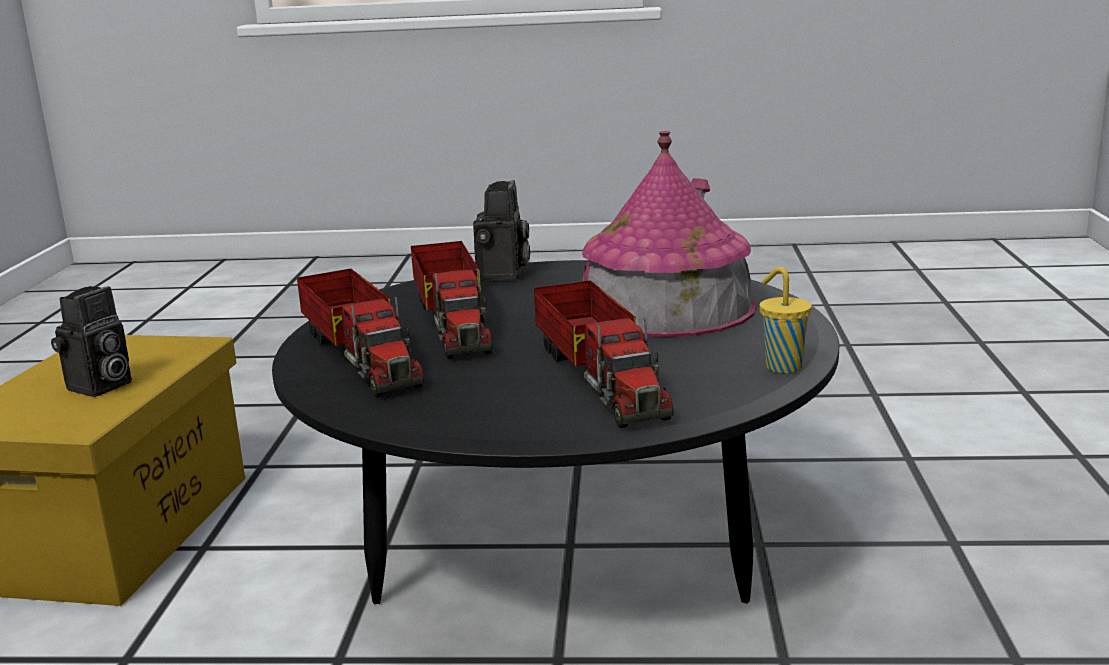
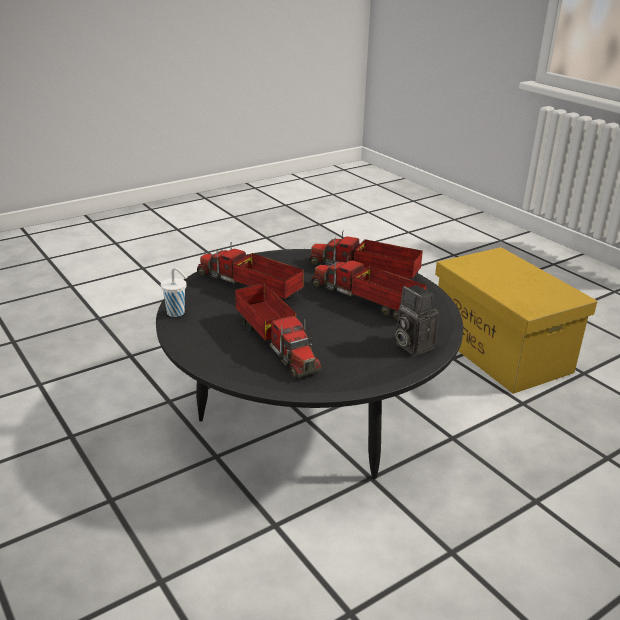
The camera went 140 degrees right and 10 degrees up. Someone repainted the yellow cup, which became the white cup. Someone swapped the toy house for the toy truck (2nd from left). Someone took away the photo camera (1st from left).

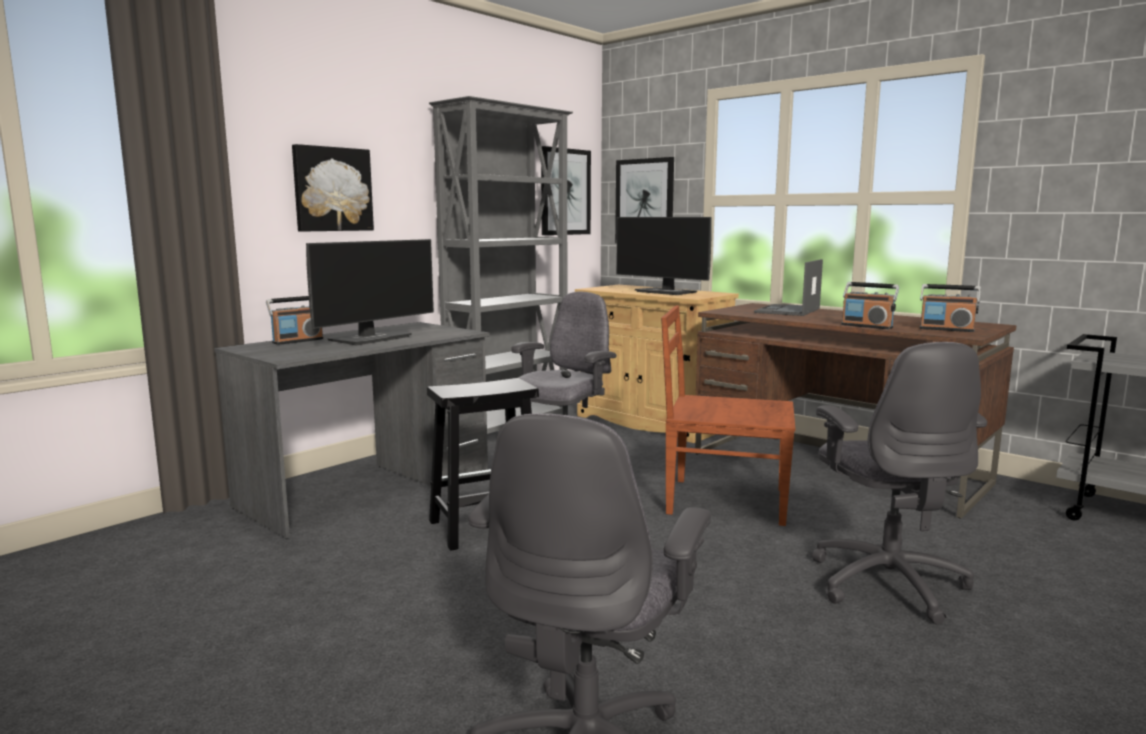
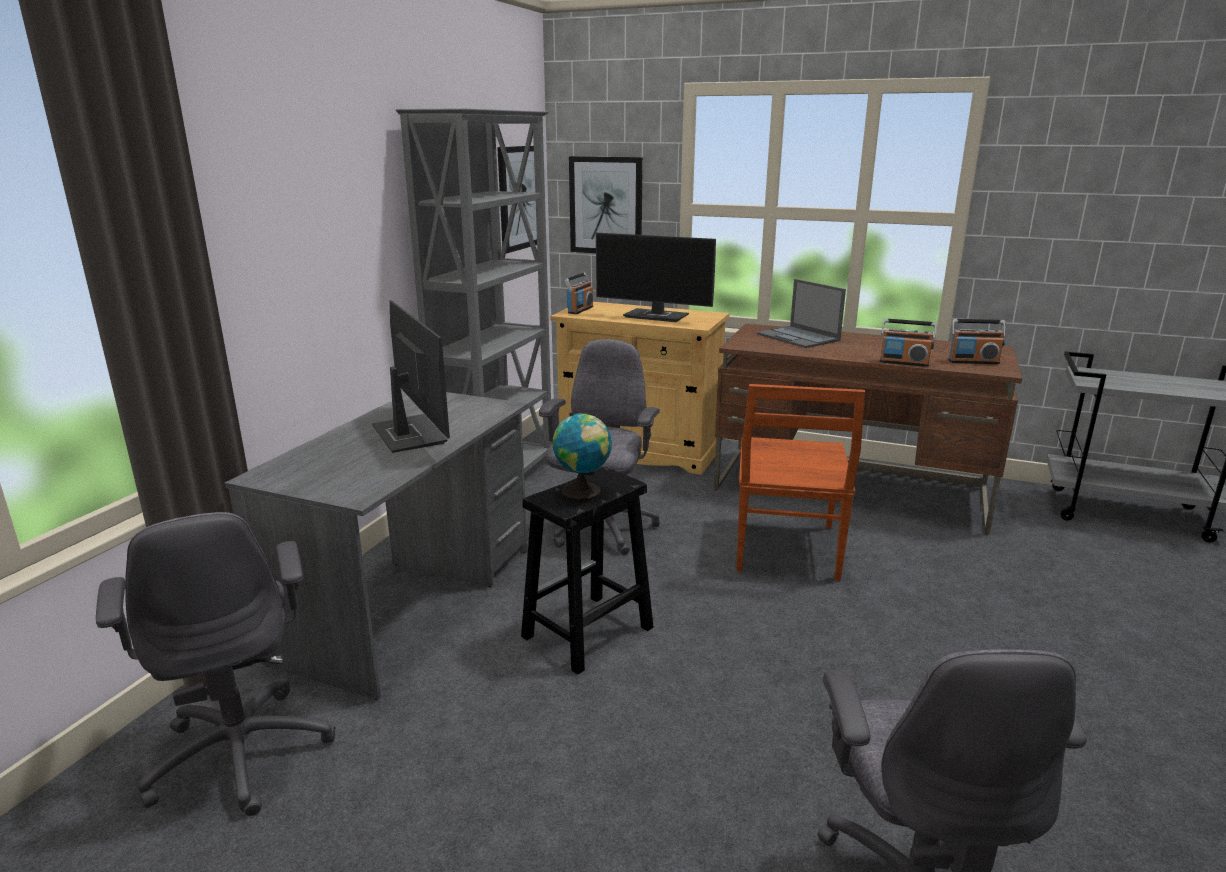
The camera went 20 degrees left and 10 degrees up. Someone carried the grey office chair (3rd from left in the first image). Someone rotated the monitor (1st from left) by 45 degrees counterclockwise. Someone put down the globe. Someone carried the radio (1st from left). Someone rotated the brown chair by 75 degrees counterclockwise. Someone rotated the laptop by 45 degrees counterclockwise. Someone took away the picture (1st from left).

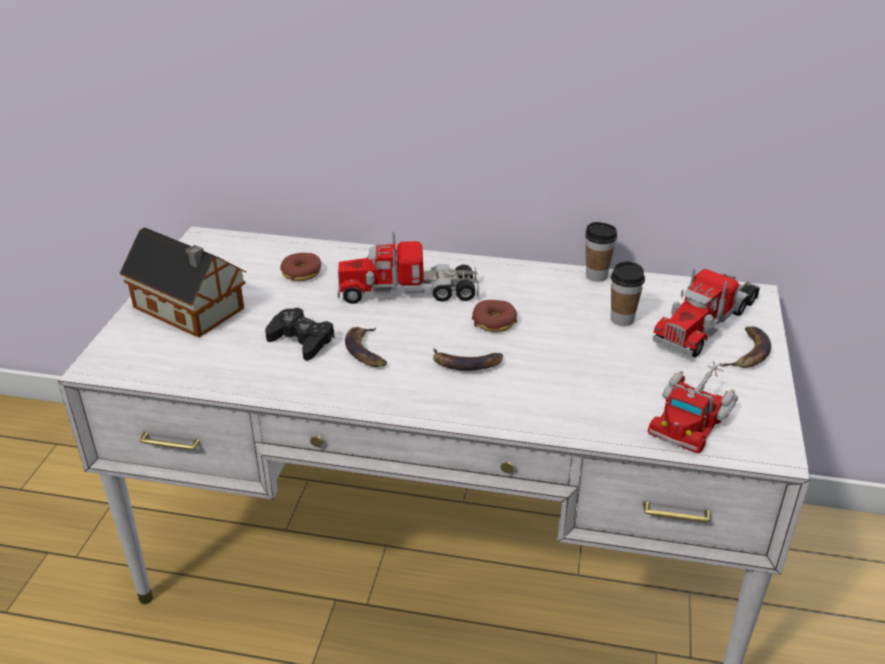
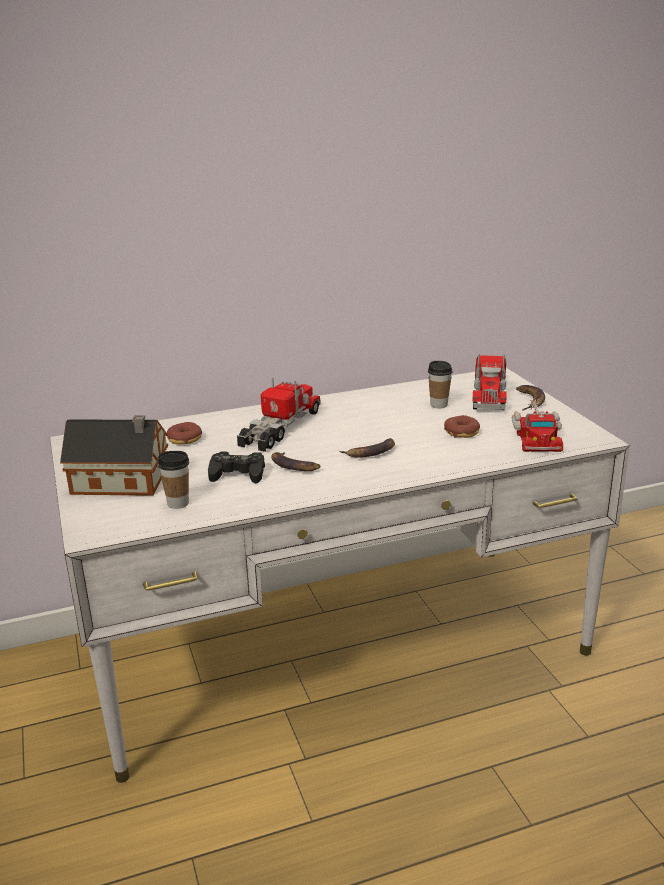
The camera went 30 degrees left and 10 degrees down. Someone carried the cup (1st from left). Someone rotated the toy truck (1st from left) by 150 degrees clockwise. Someone carried the donut (2nd from left).

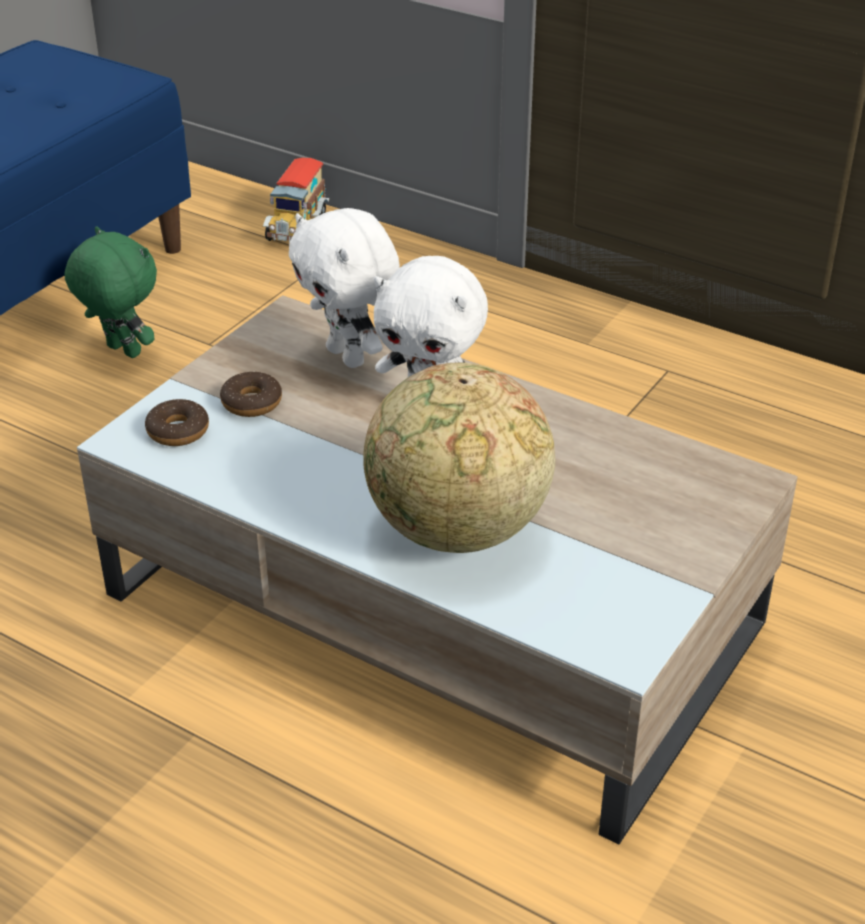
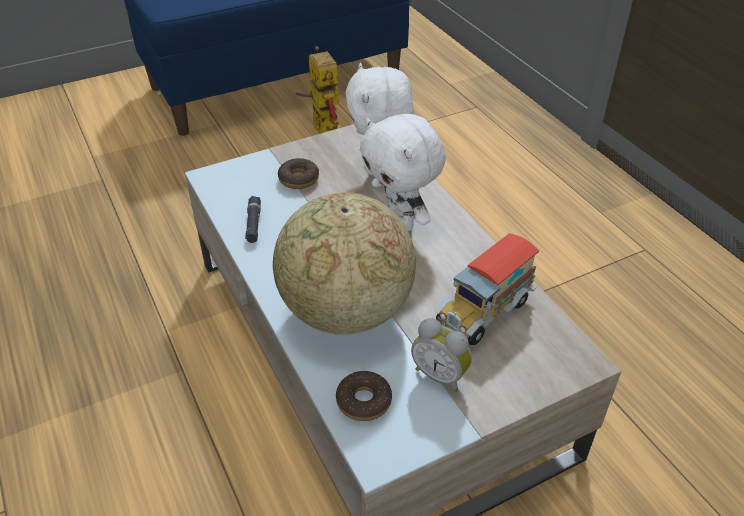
The camera went 30 degrees right and 5 degrees up. Someone put down the black flashlight. Someone swapped the green plush toy for the toy robot. Someone carried the donut (1st from left in the first image). Someone put down the alarm clock. Someone carried the toy truck.

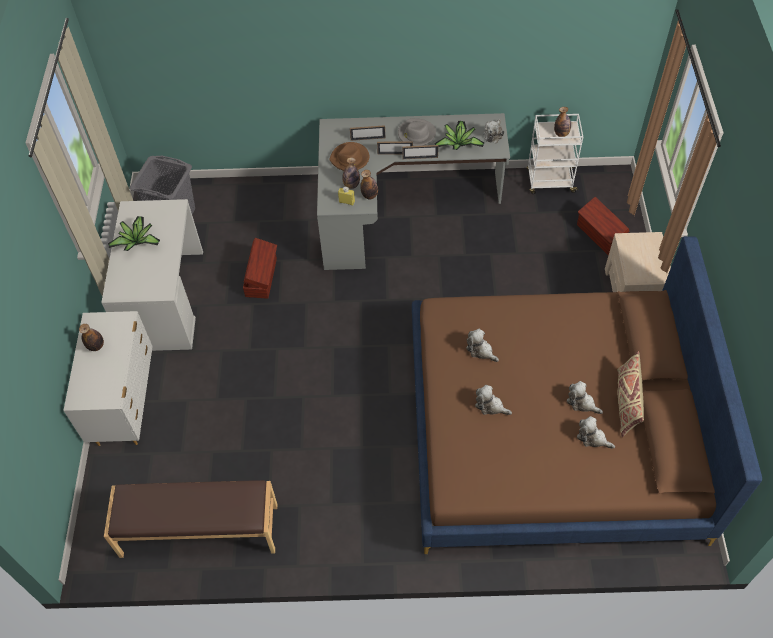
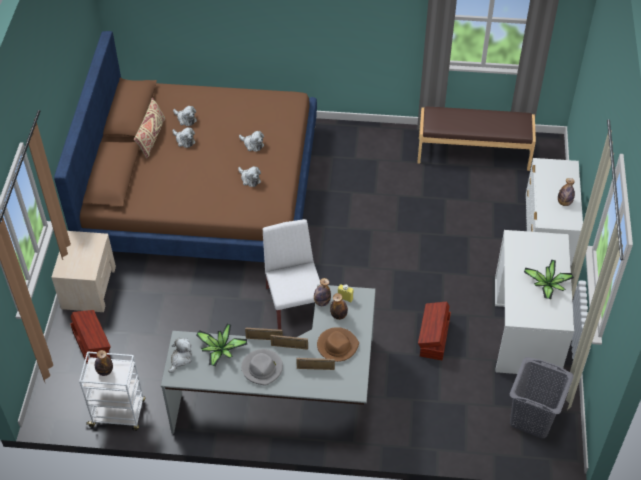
The camera went 175 degrees left and 5 degrees down. Someone put down the white chair.

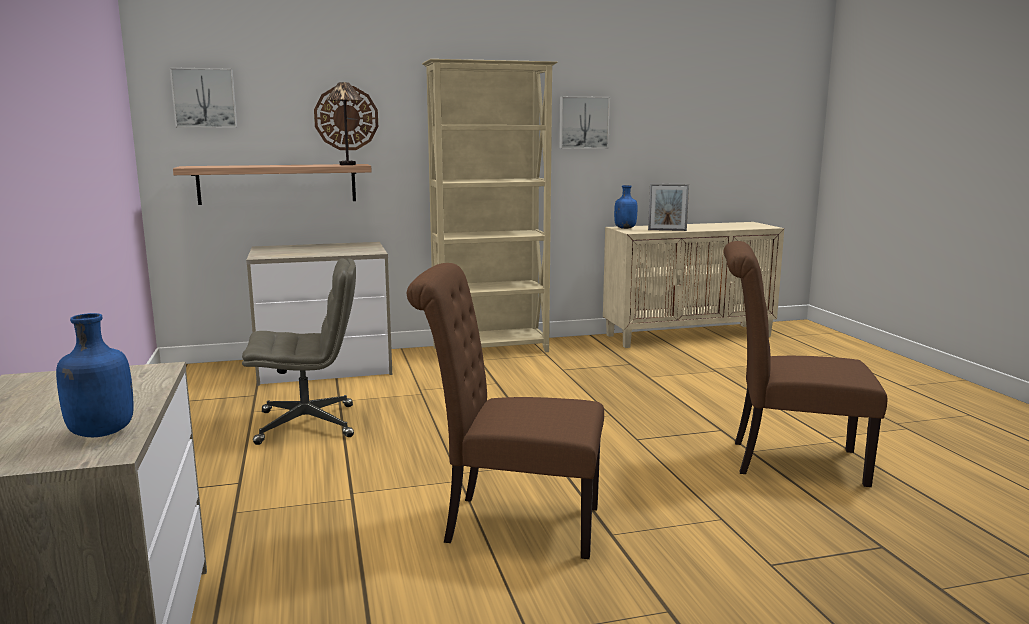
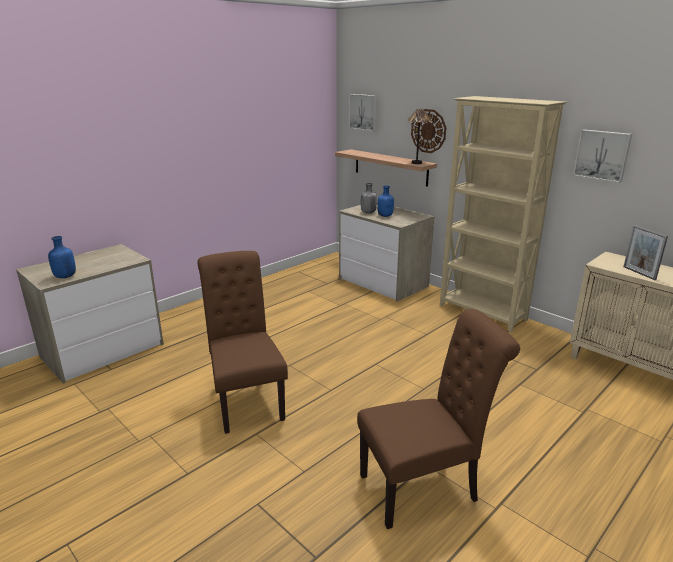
The camera went 60 degrees right and 10 degrees up. Someone rotated the brown chair (2nd from left) by 90 degrees clockwise. Someone put down the grey bottle. Someone carried the blue bottle (2nd from left). Someone took away the grey office chair.

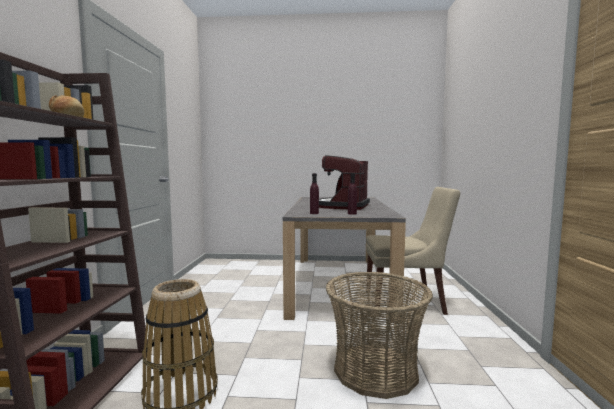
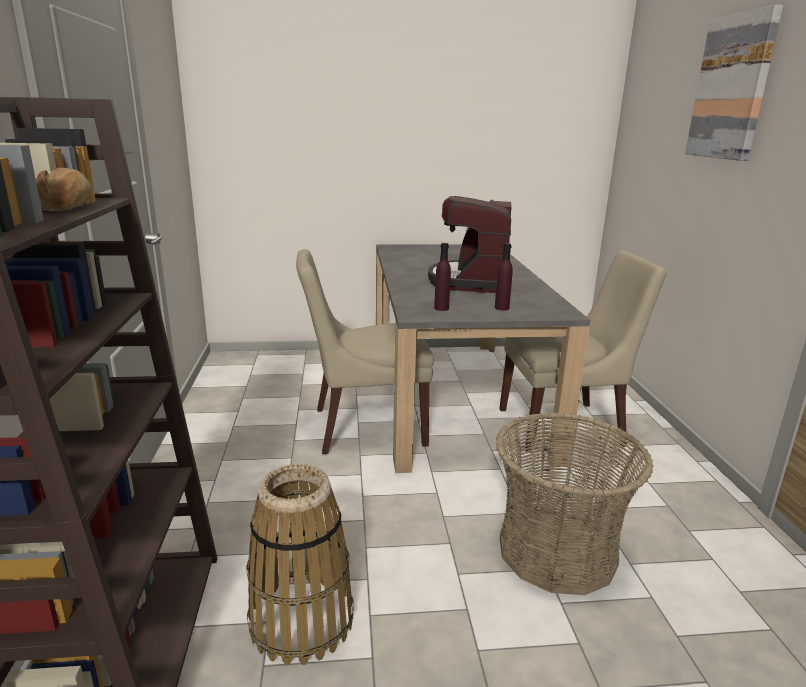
The camera went 10 degrees left and 15 degrees up. Someone put down the beige chair (1st from left). Someone put up the picture.

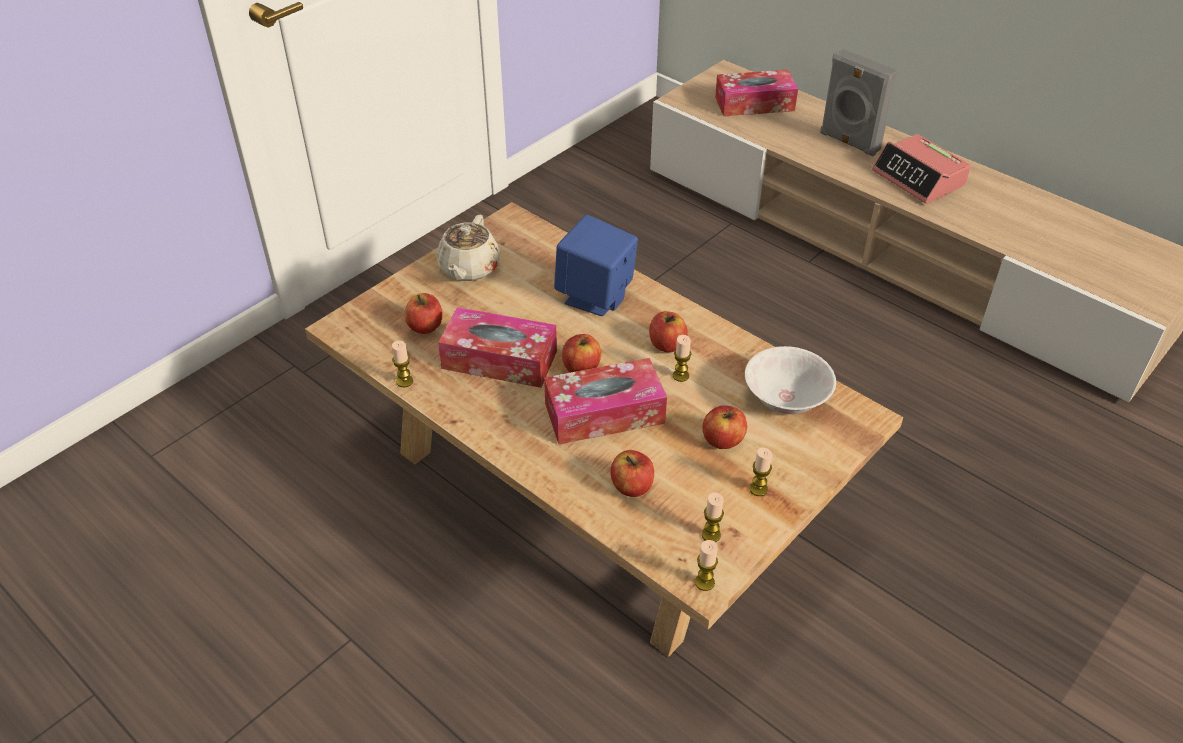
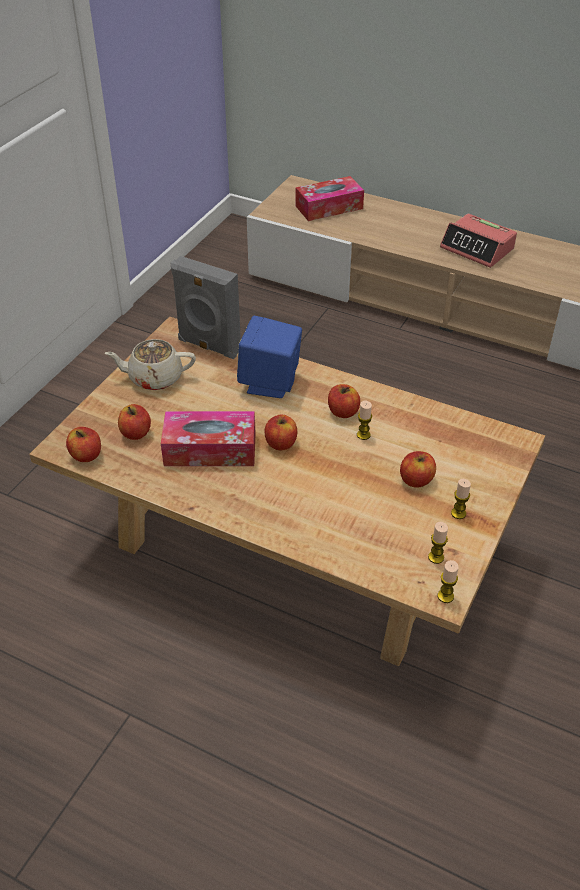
The camera went 15 degrees left and 0 degrees up. Someone carried the apple (3rd from left in the first image). Someone rotated the beige teapot by 90 degrees clockwise. Someone carried the grey speaker. Someone took away the candle (1st from left). Someone took away the tissue box (2nd from left). Someone took away the white bowl.

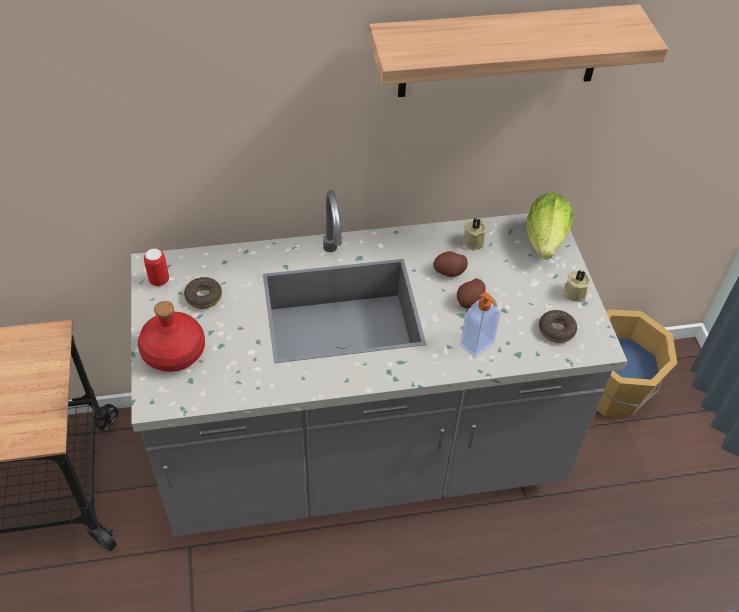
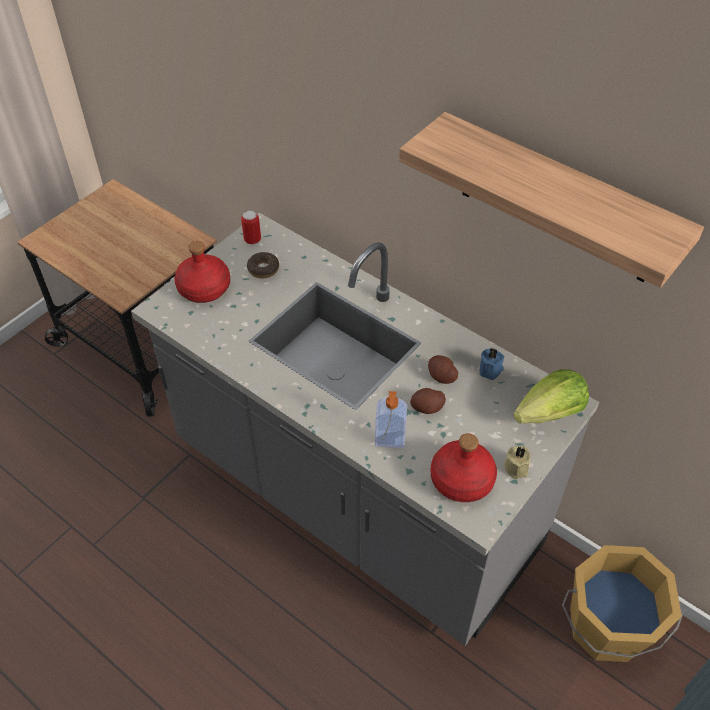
The camera went 50 degrees right and 0 degrees up. Someone swapped the donut (2nd from left) for the red bottle (2nd from left). Someone repainted the beige candle (1st from left), which became the blue candle.

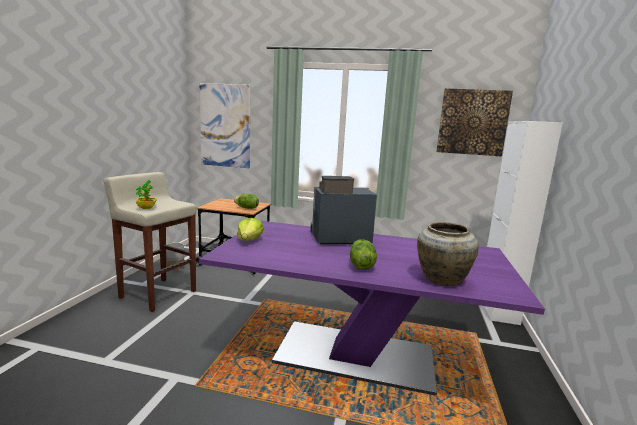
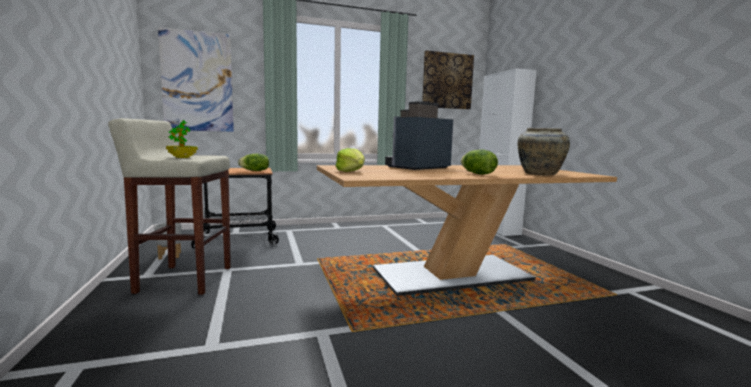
The camera went 30 degrees left and 5 degrees down. Someone repainted the purple dining table, which became the beige dining table.

